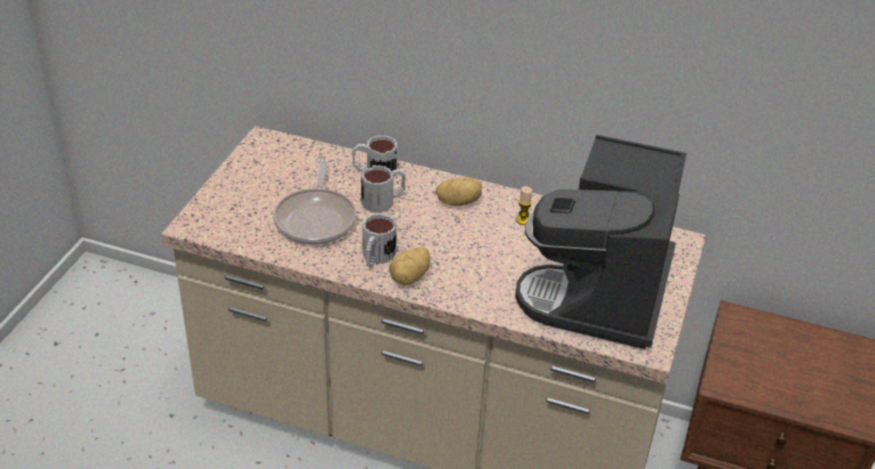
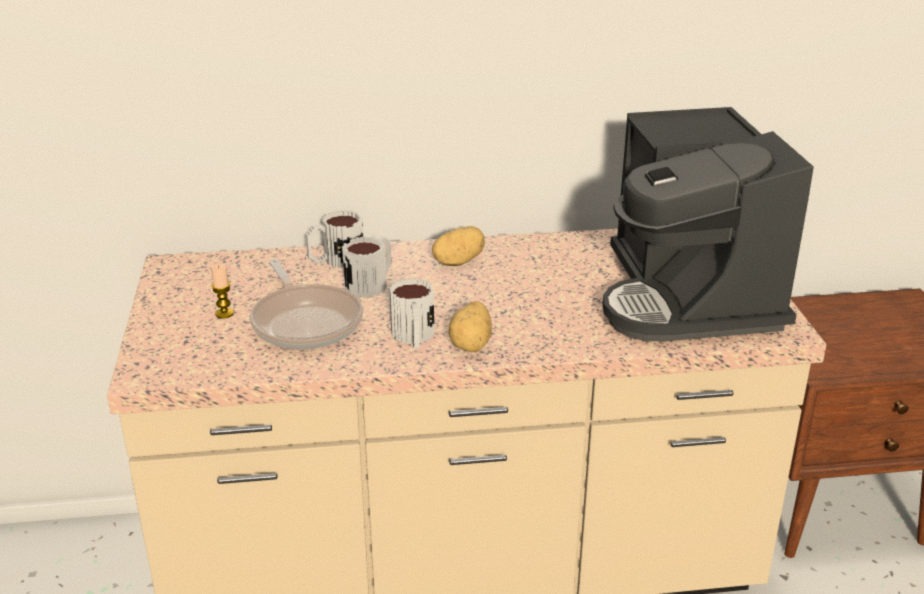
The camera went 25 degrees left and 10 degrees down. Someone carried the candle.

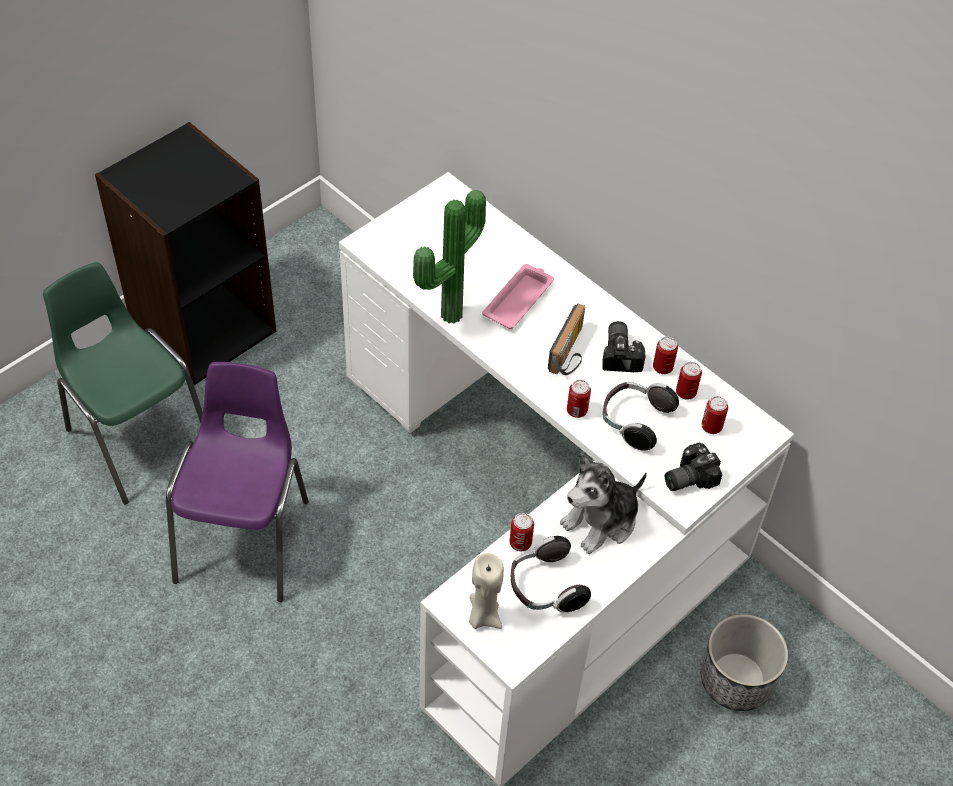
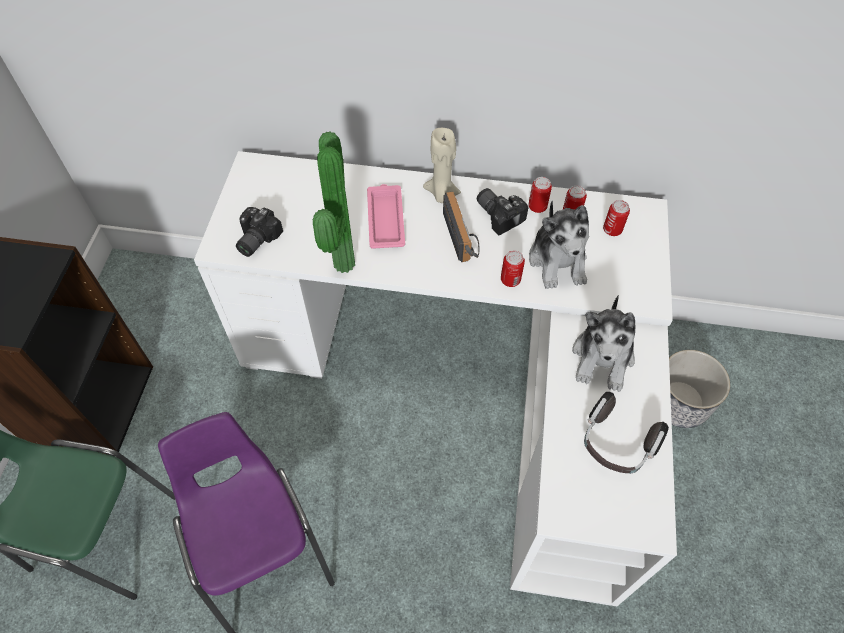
The camera went 35 degrees left and 5 degrees up. Someone carried the photo camera (2nd from left in the first image). Someone carried the beige candle. Someone swapped the headphones (2nd from left) for the plush toy (1st from left). Someone took away the can (1st from left).

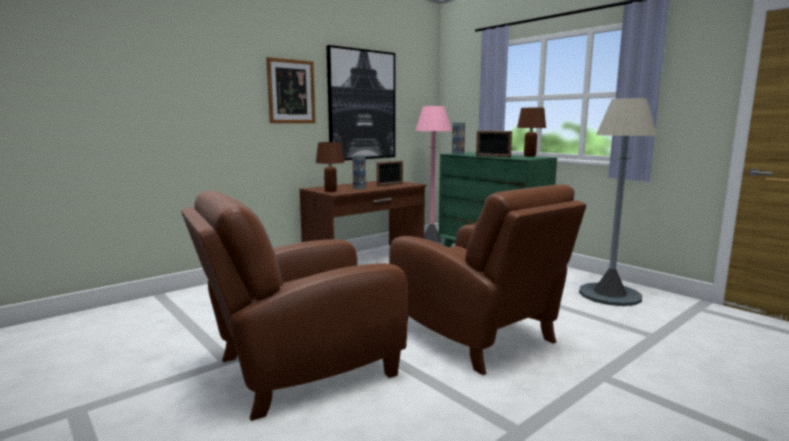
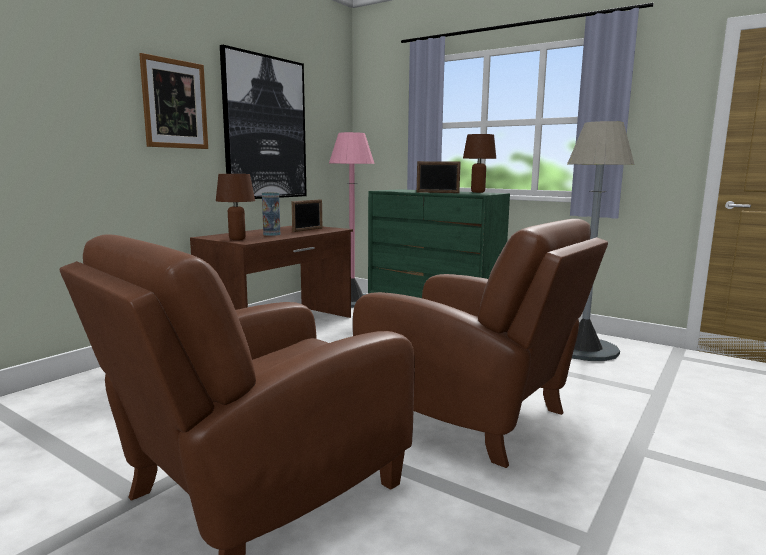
The camera went 15 degrees left and 0 degrees up. Someone took away the vase (2nd from left).

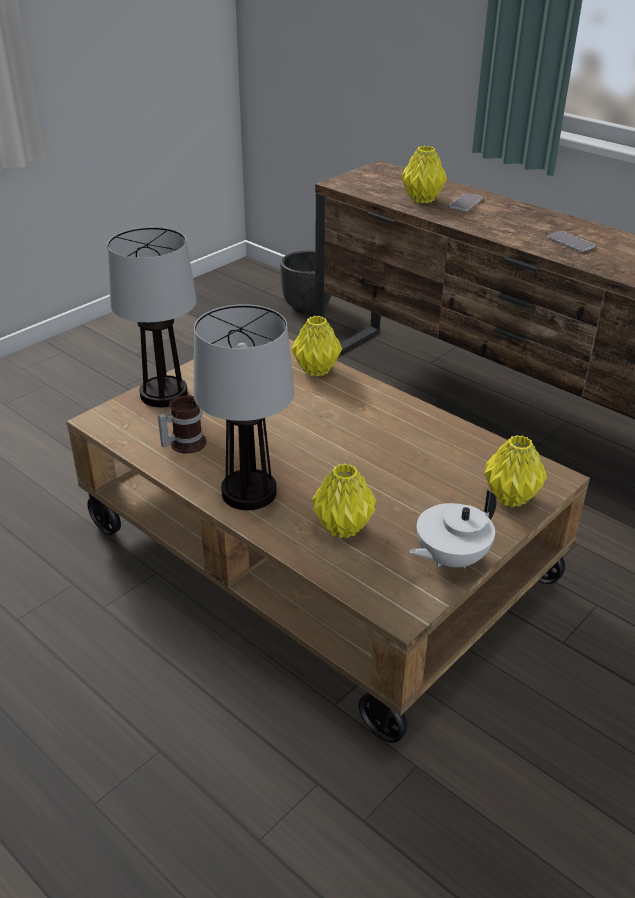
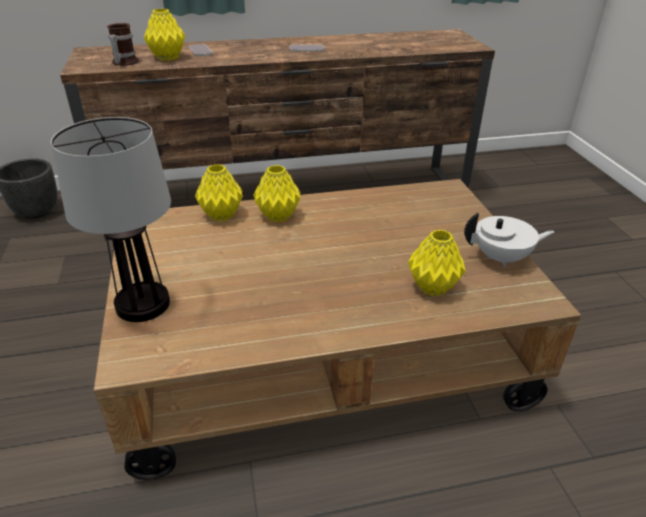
The camera went 55 degrees left and 0 degrees up. Someone carried the mug. Someone carried the yellow vase (4th from left in the first image). Someone rotated the white teapot by 90 degrees counterclockwise. Someone took away the table lamp (2nd from left).

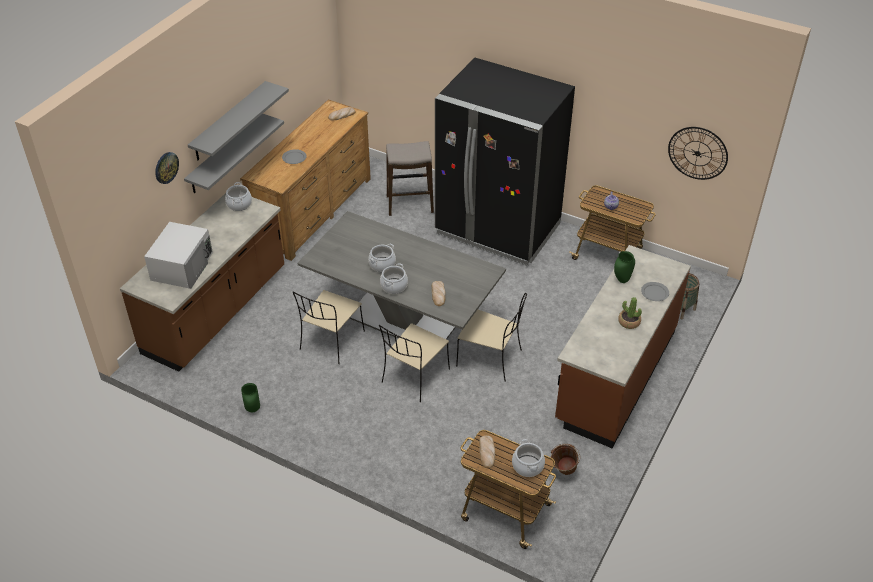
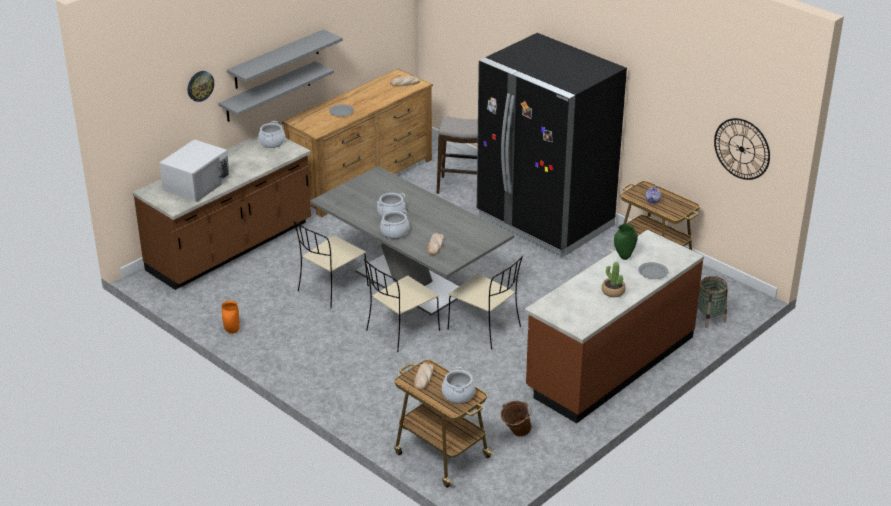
The camera went 15 degrees right and 10 degrees down. Someone repainted the green vase (1st from left), which became the orange vase.

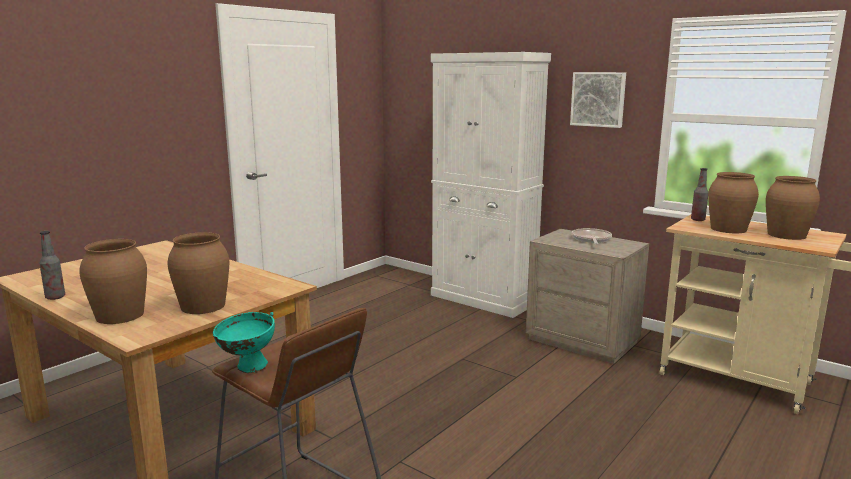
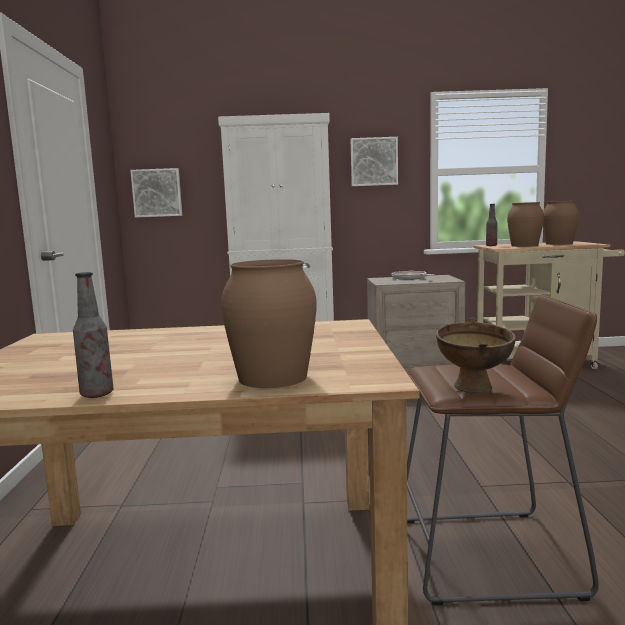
The camera went 40 degrees left and 5 degrees down. Someone put up the picture (1st from left). Someone repainted the turquoise bowl, which became the brown bowl. Someone took away the brown vase (2nd from left).

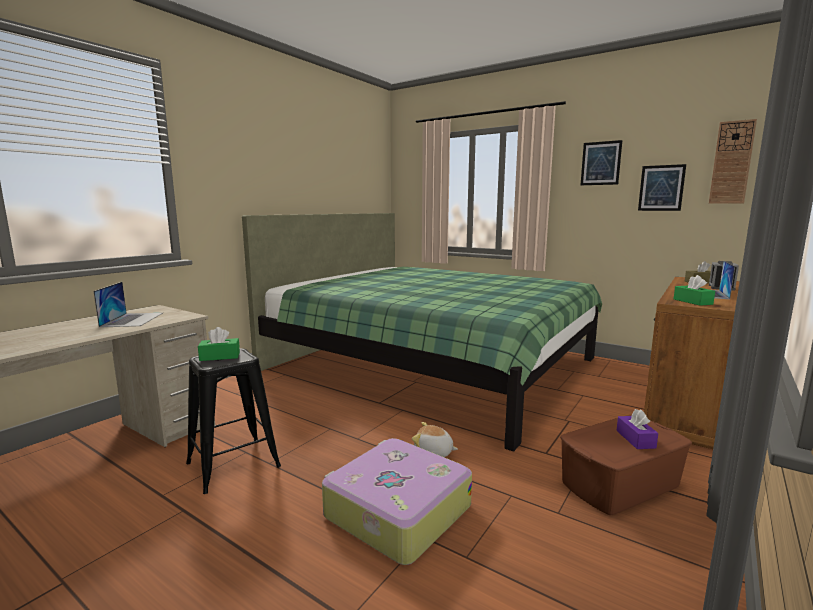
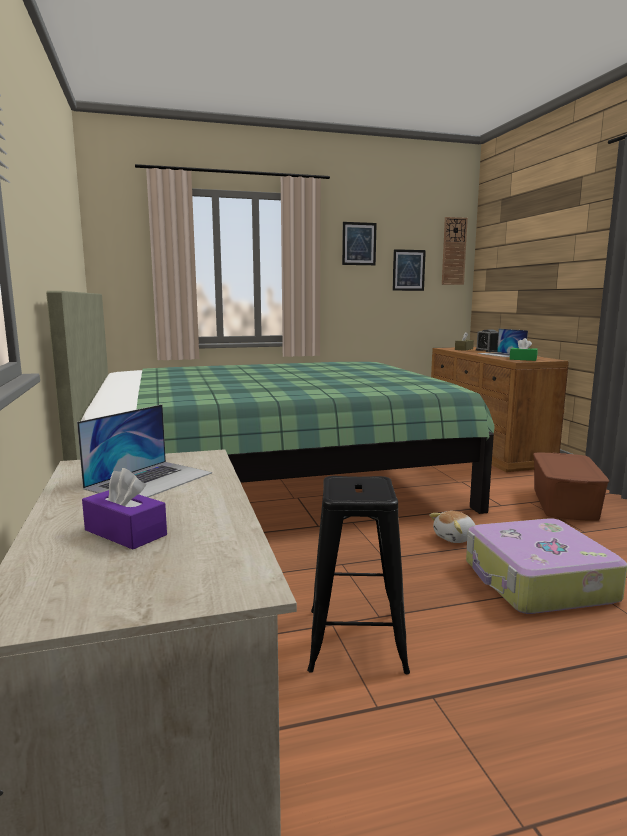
The camera went 50 degrees left and 0 degrees up. Someone rotated the laptop (1st from left) by 90 degrees clockwise. Someone carried the purple tissue box. Someone took away the green tissue box (1st from left).

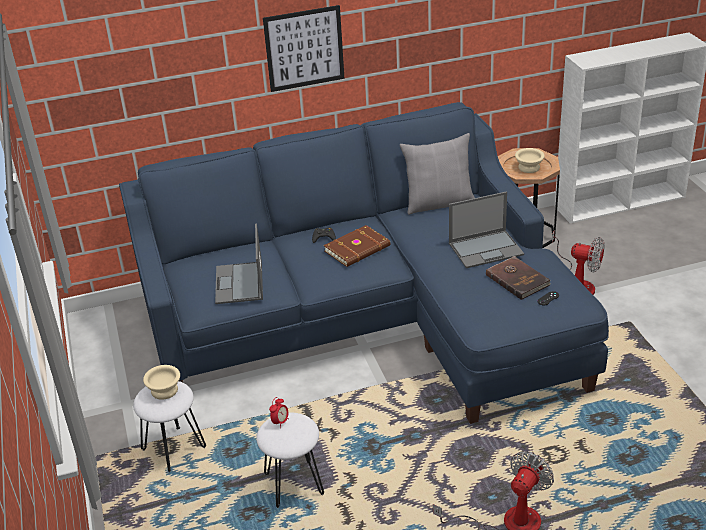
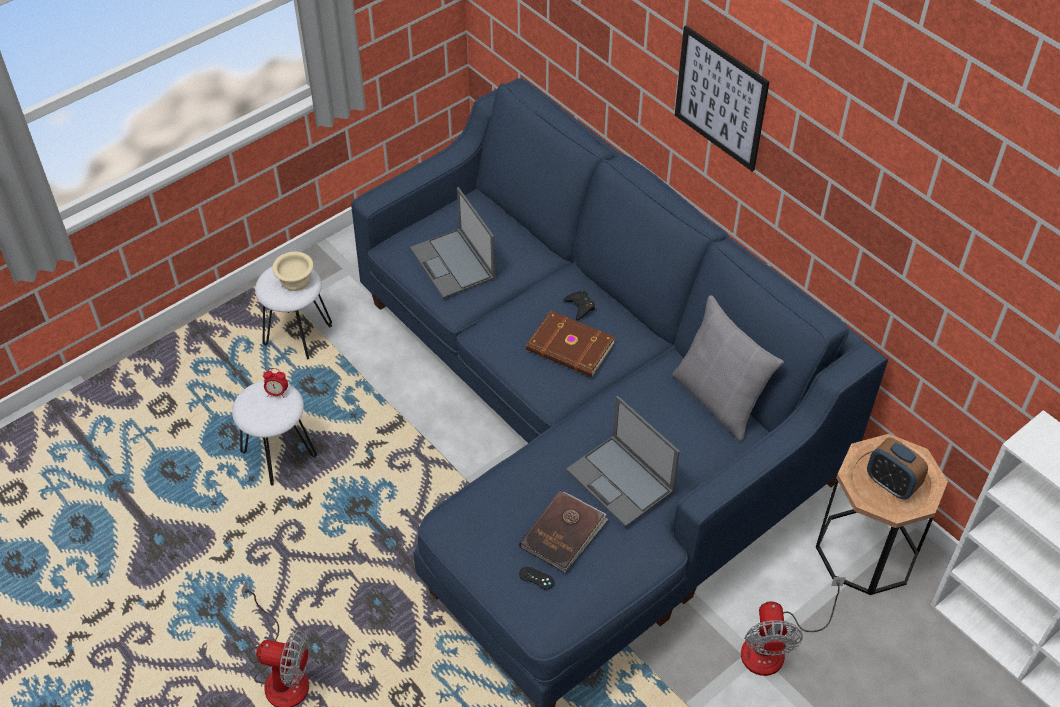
The camera went 65 degrees right and 15 degrees up. Someone rotated the laptop (1st from left) by 90 degrees counterclockwise. Someone swapped the beige bowl (2nd from left) for the alarm clock (2nd from left).

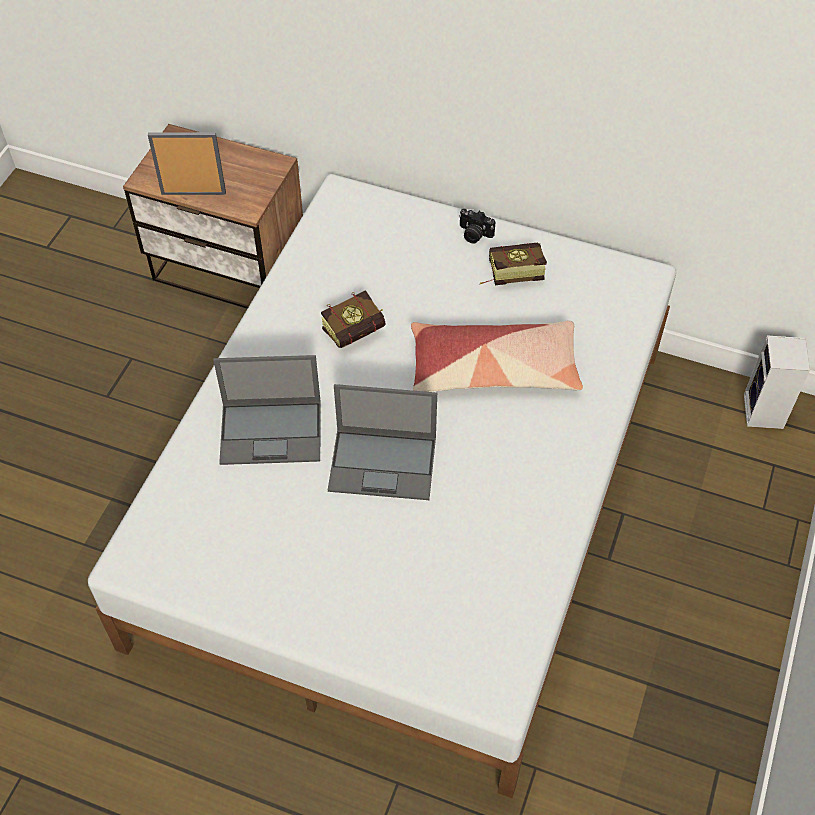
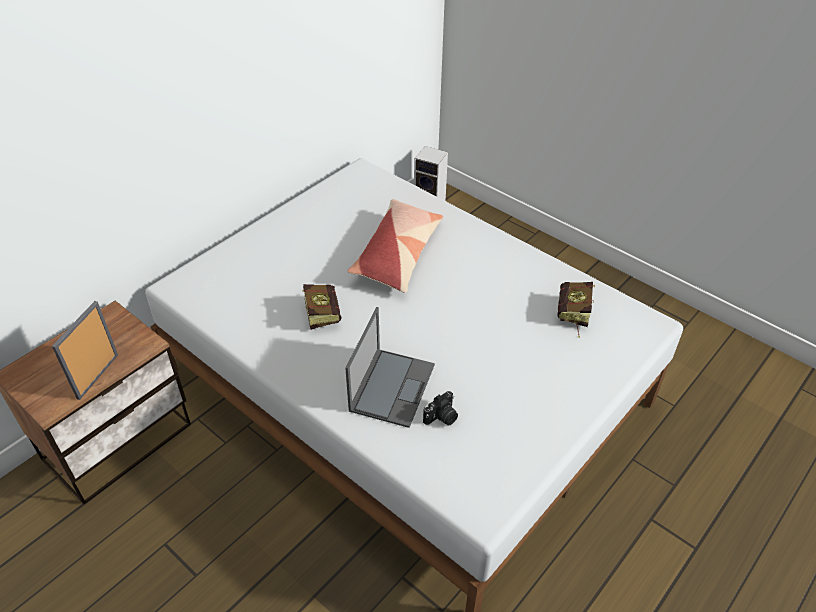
The camera went 70 degrees left and 10 degrees down. Someone carried the photo camera. Someone carried the book (2nd from left). Someone took away the laptop (2nd from left).

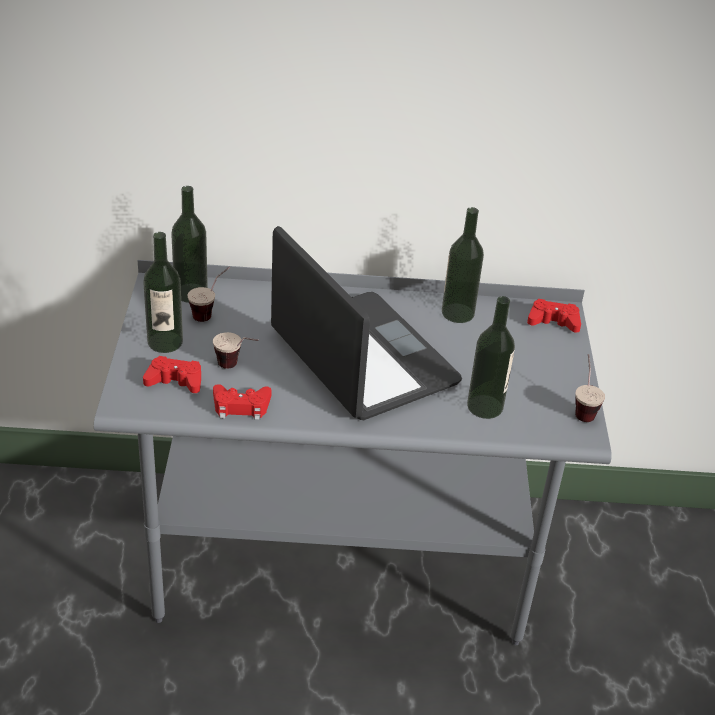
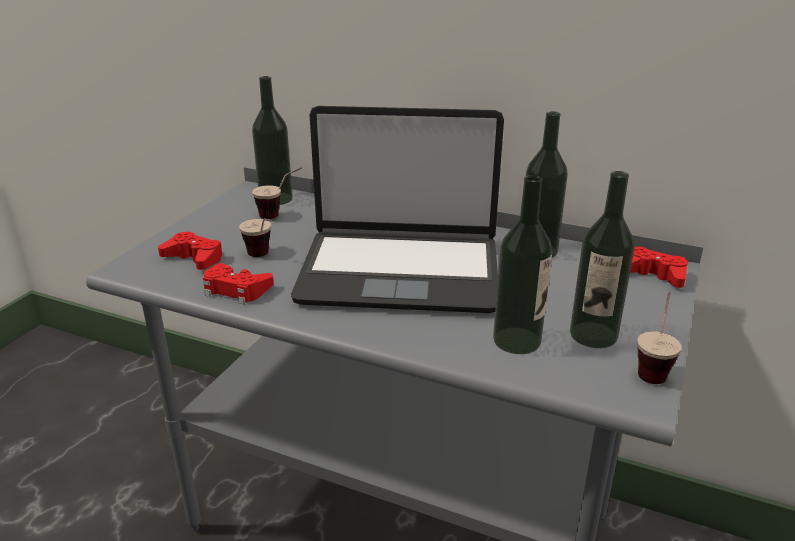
The camera went 25 degrees right and 10 degrees down. Someone rotated the laptop by 105 degrees clockwise. Someone carried the bottle (1st from left in the first image).

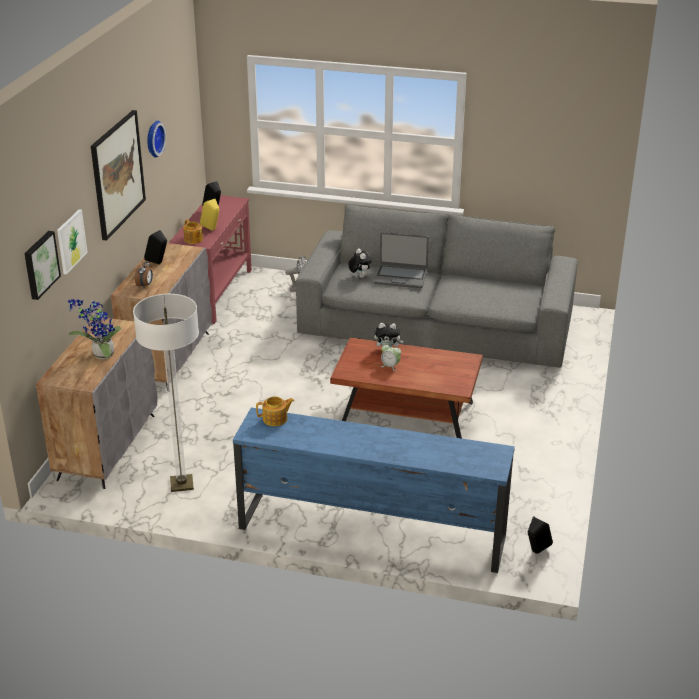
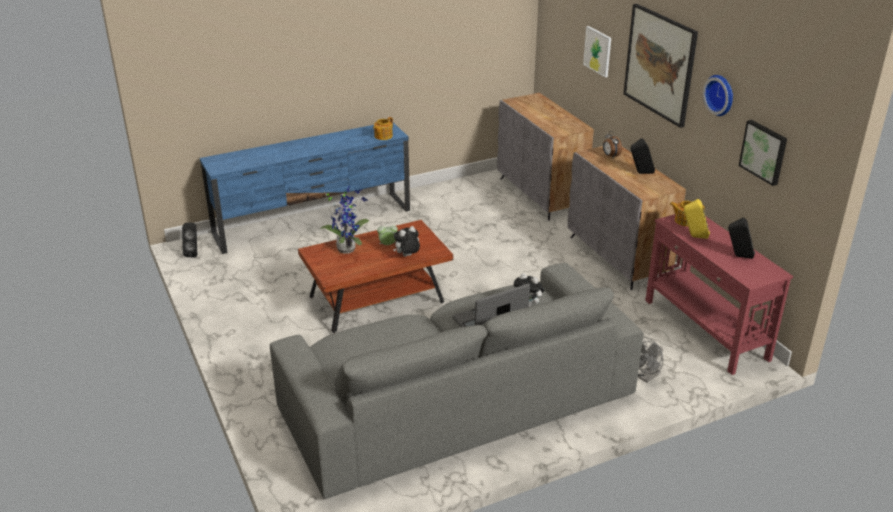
The camera went 140 degrees right and 0 degrees up. Someone carried the potted plant. Someone carried the picture (1st from left in the first image). Someone took away the floor lamp.

